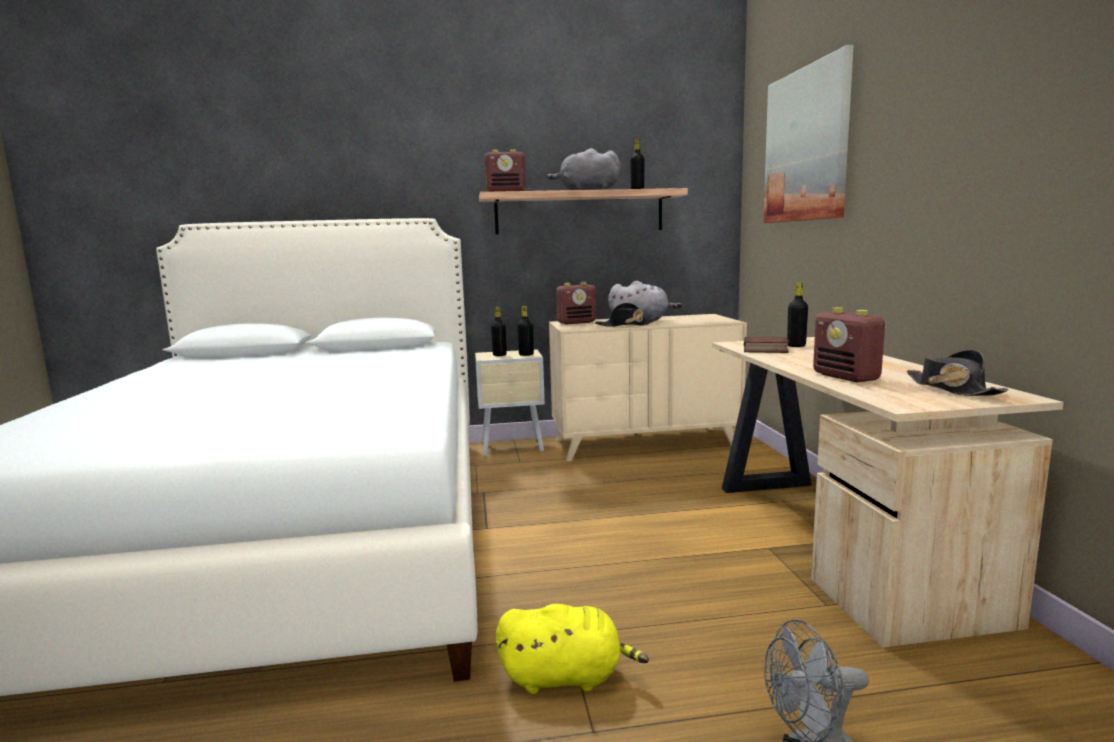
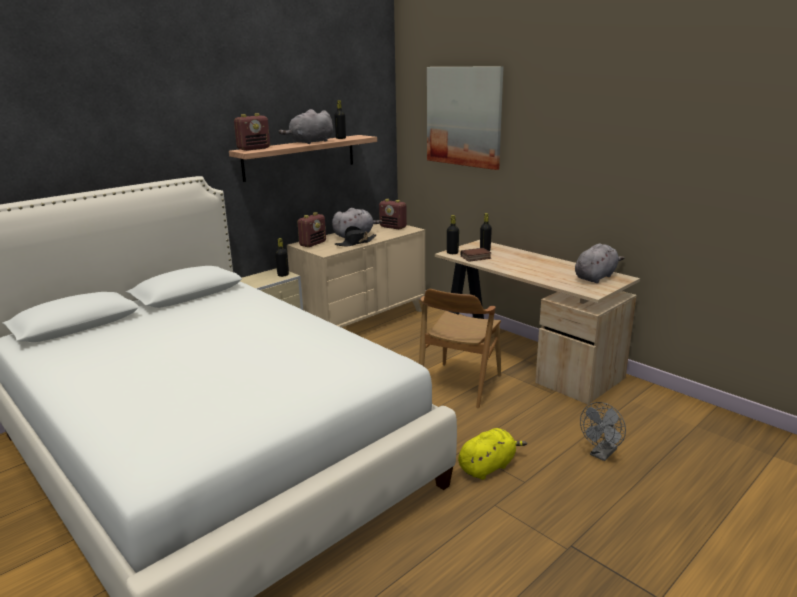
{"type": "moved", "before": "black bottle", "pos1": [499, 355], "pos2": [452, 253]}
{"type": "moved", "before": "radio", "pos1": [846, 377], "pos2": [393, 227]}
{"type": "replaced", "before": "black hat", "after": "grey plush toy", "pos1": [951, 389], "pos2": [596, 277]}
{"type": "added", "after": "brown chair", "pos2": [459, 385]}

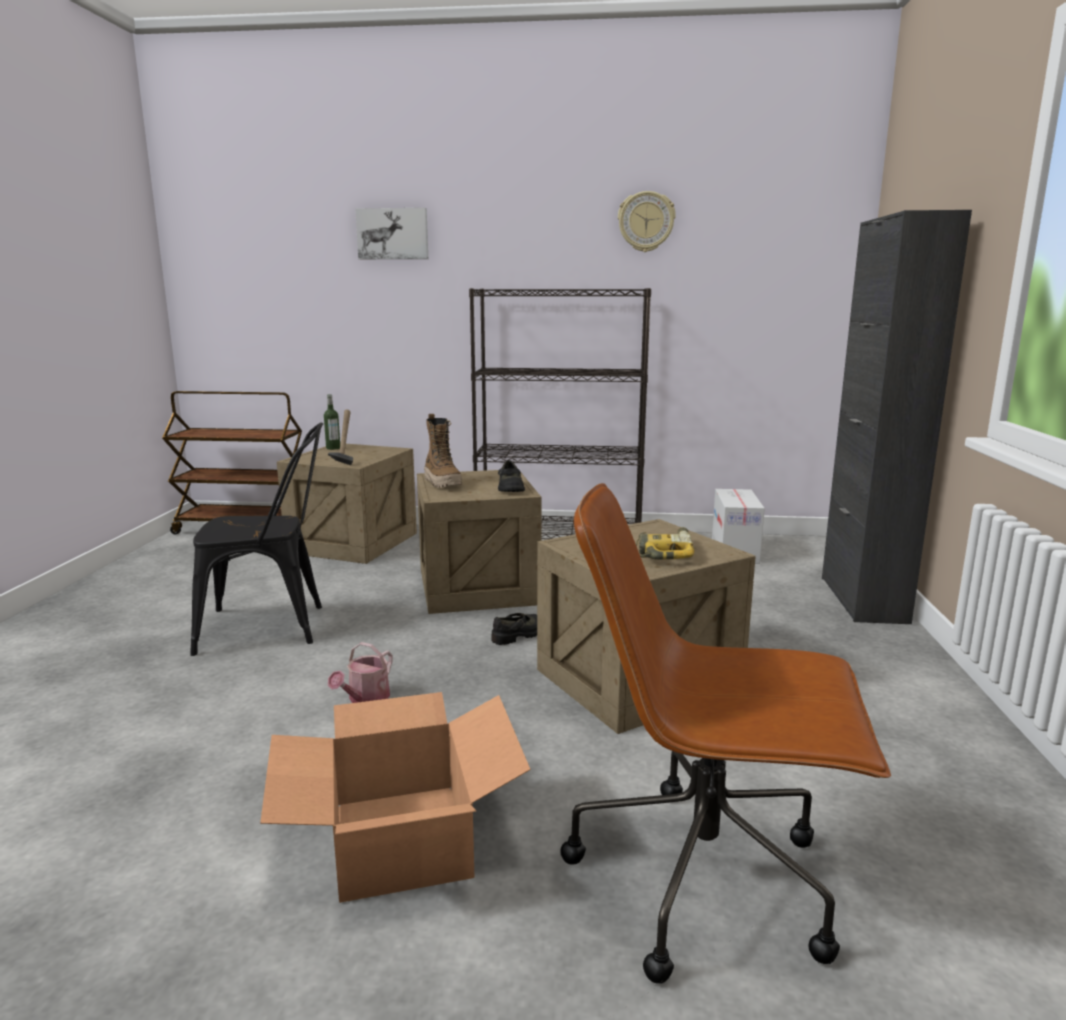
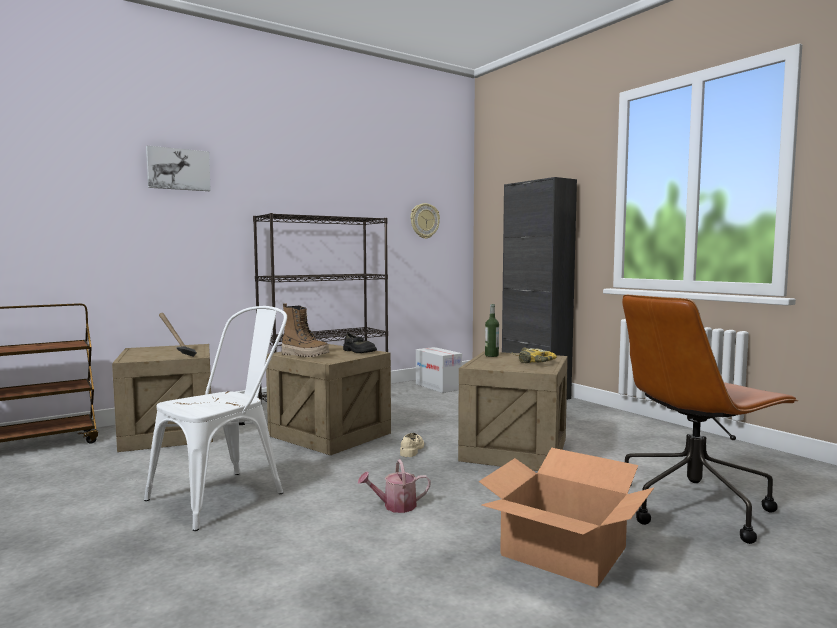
{"type": "moved", "before": "wall clock", "pos1": [646, 222], "pos2": [424, 221]}
{"type": "moved", "before": "bottle", "pos1": [333, 448], "pos2": [491, 355]}
{"type": "recoloured", "before": "black chair", "after": "white chair", "pos1": [273, 627], "pos2": [226, 494]}
{"type": "recoloured", "before": "black shoe", "after": "beige shoe", "pos1": [519, 635], "pos2": [412, 449]}
{"type": "turned", "before": "watering can", "pos1": [365, 700], "pos2": [395, 506], "turn": 90}

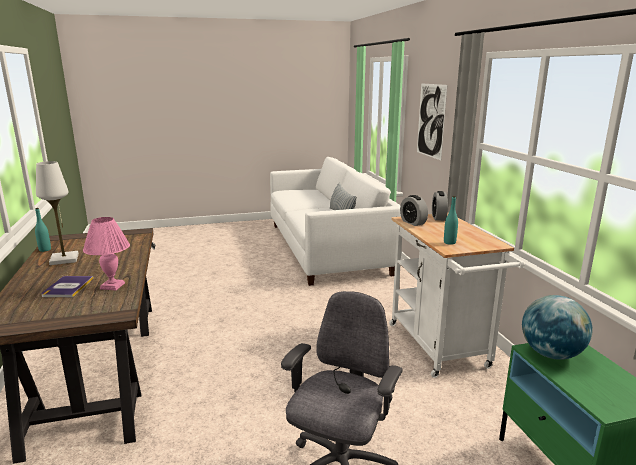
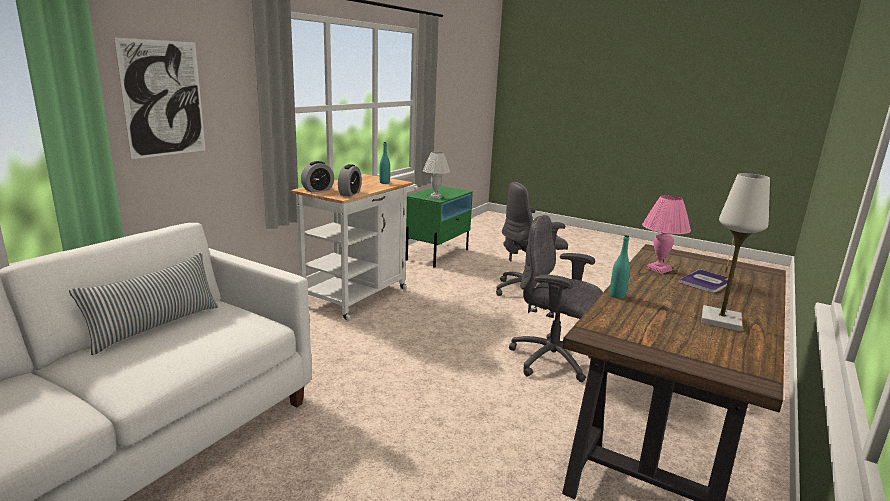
{"type": "moved", "before": "turquoise bottle", "pos1": [45, 250], "pos2": [617, 295]}
{"type": "replaced", "before": "globe", "after": "white table lamp", "pos1": [551, 354], "pos2": [435, 197]}
{"type": "added", "after": "grey office chair", "pos2": [553, 360]}

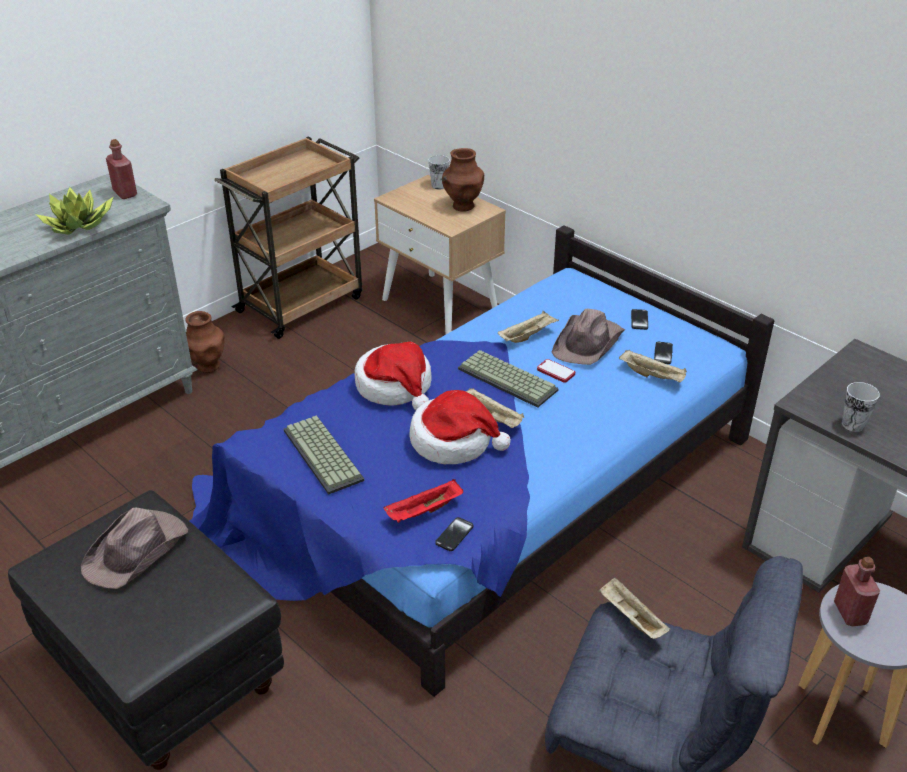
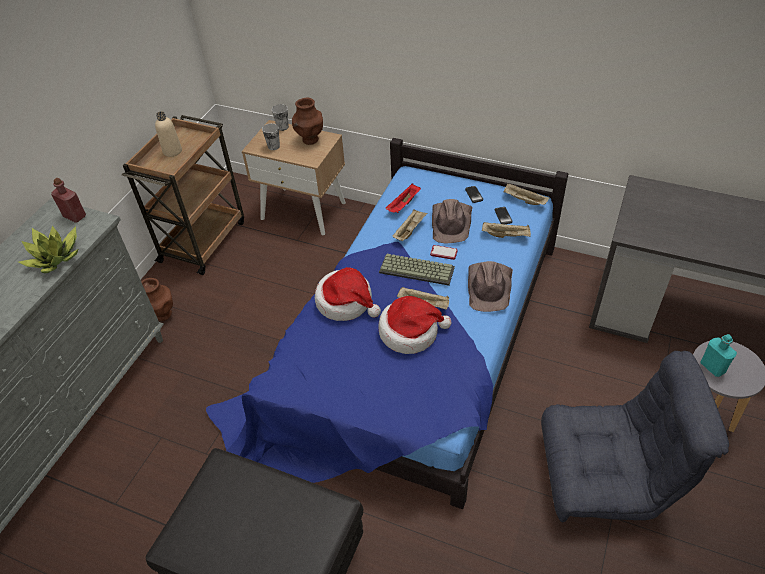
{"type": "moved", "before": "cup", "pos1": [853, 424], "pos2": [273, 146]}
{"type": "removed", "before": "keyboard", "pos1": [325, 455]}
{"type": "moved", "before": "red tray", "pos1": [424, 512], "pos2": [403, 205]}
{"type": "moved", "before": "brown hat", "pos1": [137, 551], "pos2": [489, 287]}
{"type": "removed", "before": "phone", "pos1": [454, 535]}
{"type": "recoloured", "before": "red bottle", "after": "turquoise bottle", "pos1": [850, 613], "pos2": [712, 367]}
{"type": "moved", "before": "beige tray", "pos1": [630, 618], "pos2": [524, 200]}
{"type": "added", "after": "beige bottle", "pos2": [172, 151]}

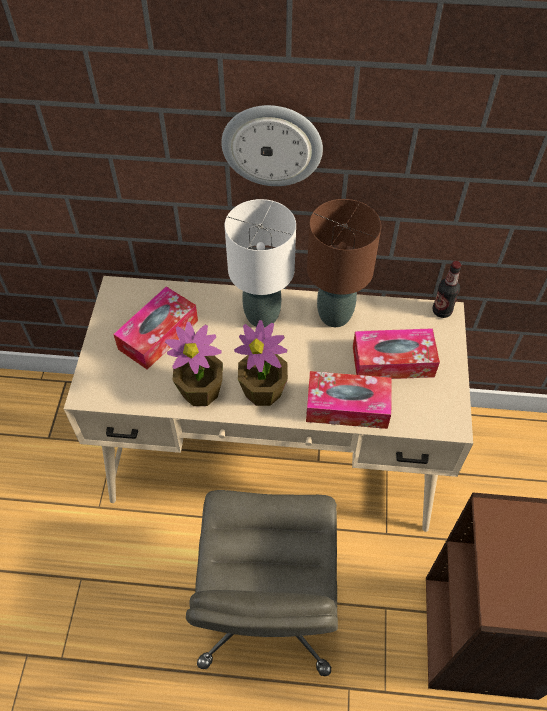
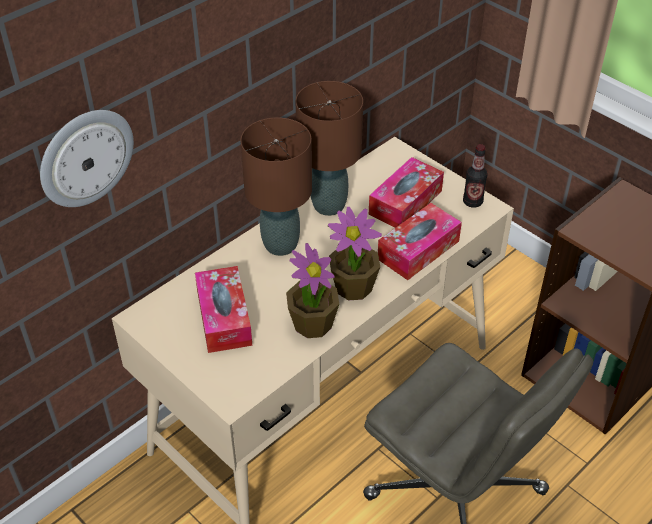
{"type": "moved", "before": "wall clock", "pos1": [272, 145], "pos2": [85, 157]}
{"type": "recoloured", "before": "white table lamp", "after": "brown table lamp", "pos1": [261, 316], "pos2": [280, 245]}
{"type": "moved", "before": "bottle", "pos1": [442, 311], "pos2": [472, 202]}

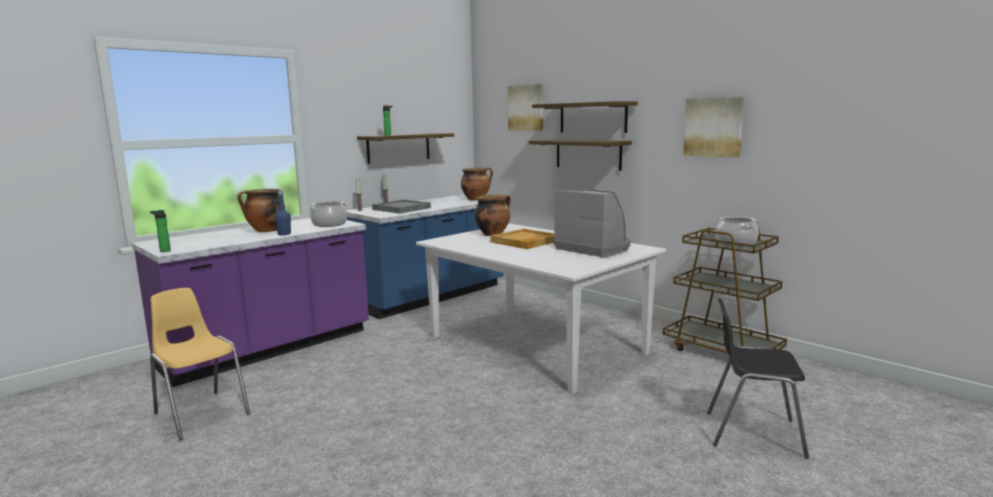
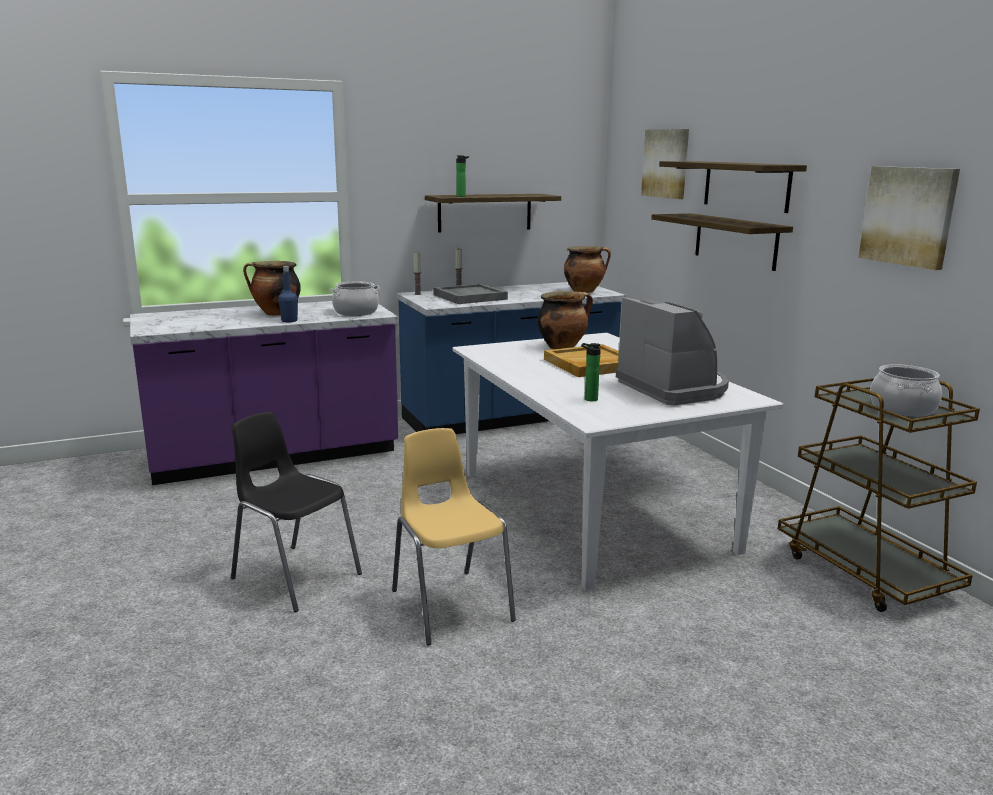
{"type": "moved", "before": "bottle", "pos1": [163, 251], "pos2": [588, 399]}
{"type": "moved", "before": "yellow chair", "pos1": [201, 413], "pos2": [450, 605]}
{"type": "moved", "before": "black chair", "pos1": [752, 433], "pos2": [295, 576]}

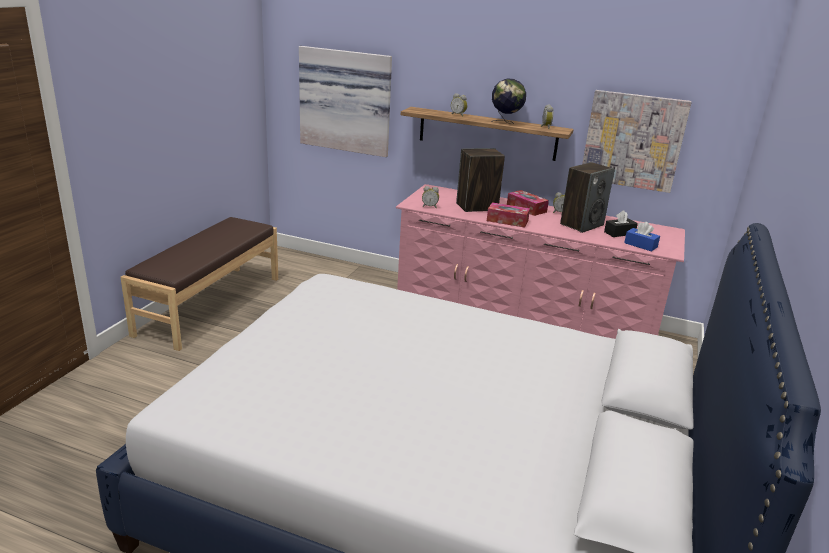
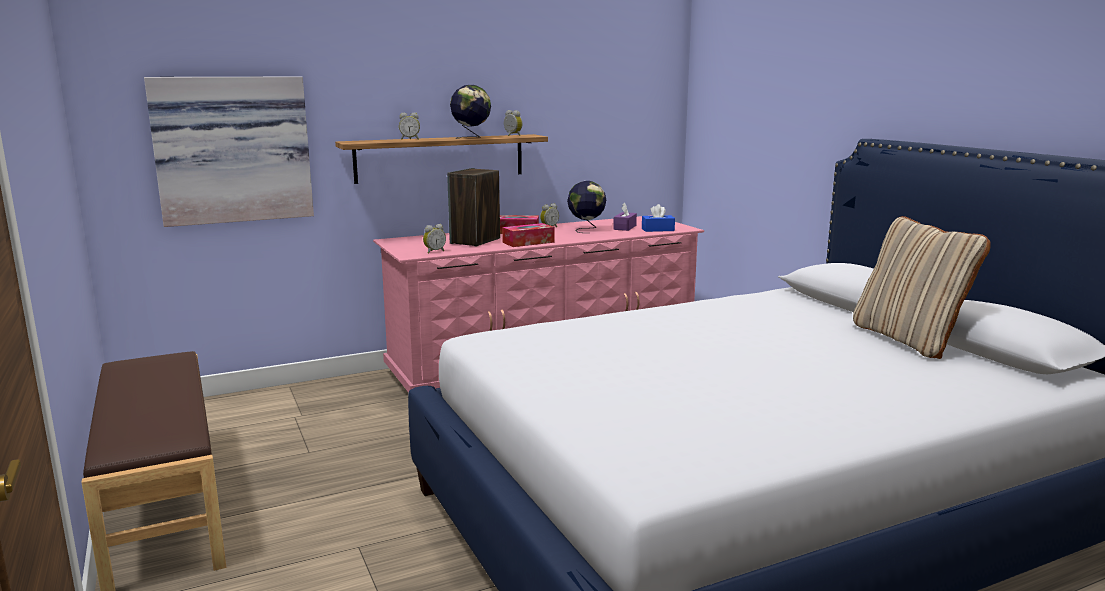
{"type": "removed", "before": "picture", "pos1": [633, 141]}
{"type": "replaced", "before": "speaker", "after": "globe", "pos1": [581, 224], "pos2": [586, 230]}
{"type": "recoloured", "before": "black tissue box", "after": "purple tissue box", "pos1": [619, 233], "pos2": [625, 227]}
{"type": "added", "after": "beige pillow", "pos2": [909, 339]}

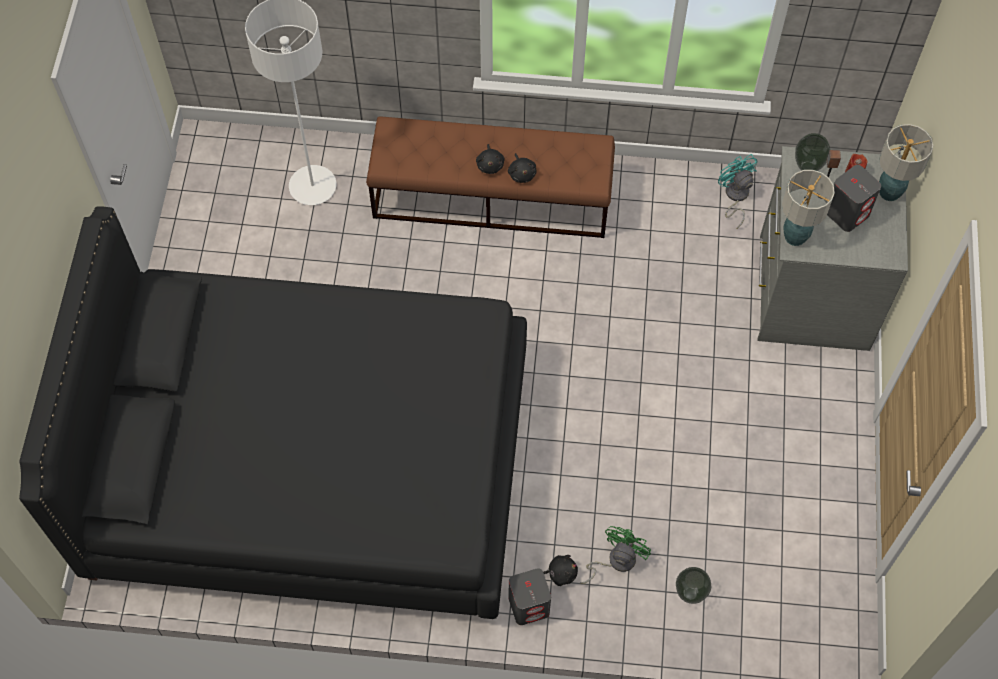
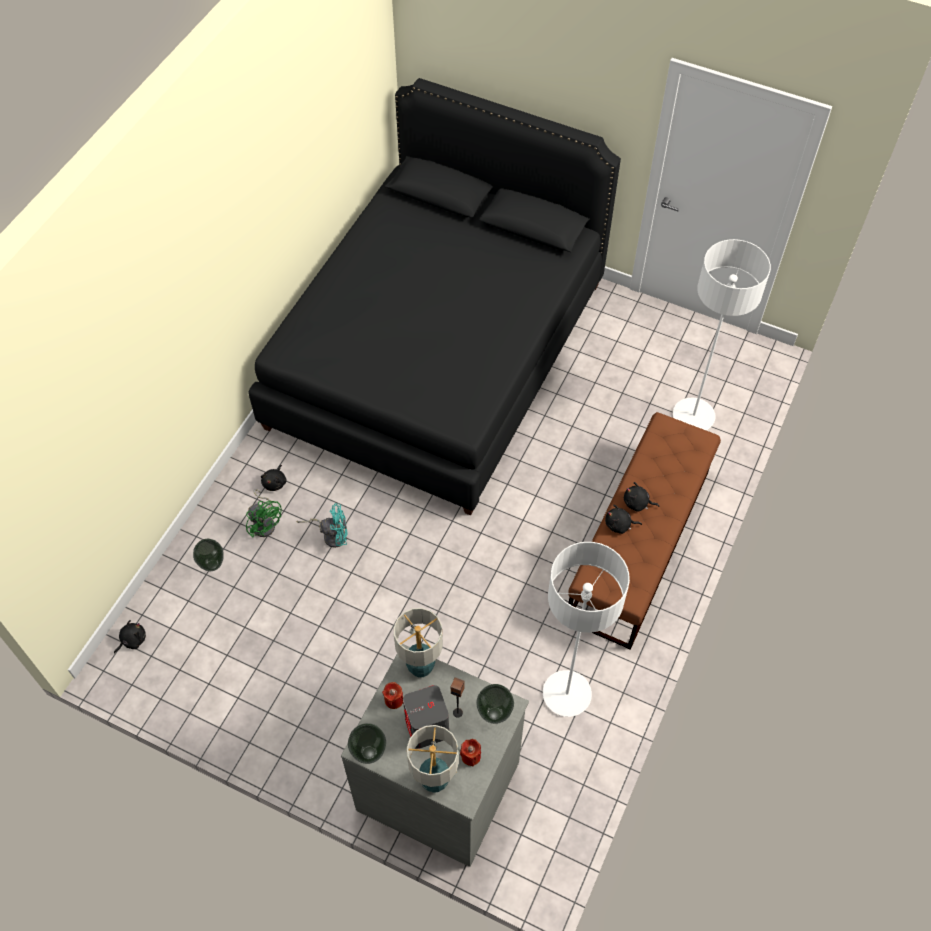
{"type": "moved", "before": "turquoise fan", "pos1": [735, 196], "pos2": [331, 535]}
{"type": "removed", "before": "grey speaker", "pos1": [529, 605]}
{"type": "added", "after": "white floor lamp", "pos2": [566, 694]}
{"type": "added", "after": "black plush toy", "pos2": [132, 640]}
{"type": "added", "after": "red candle", "pos2": [394, 700]}
{"type": "added", "after": "vase", "pos2": [368, 752]}

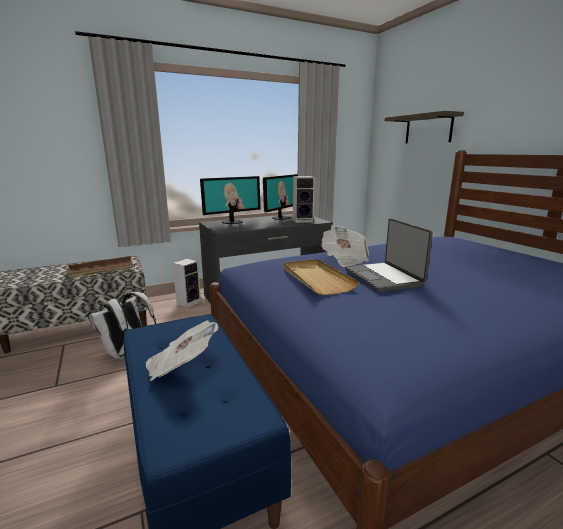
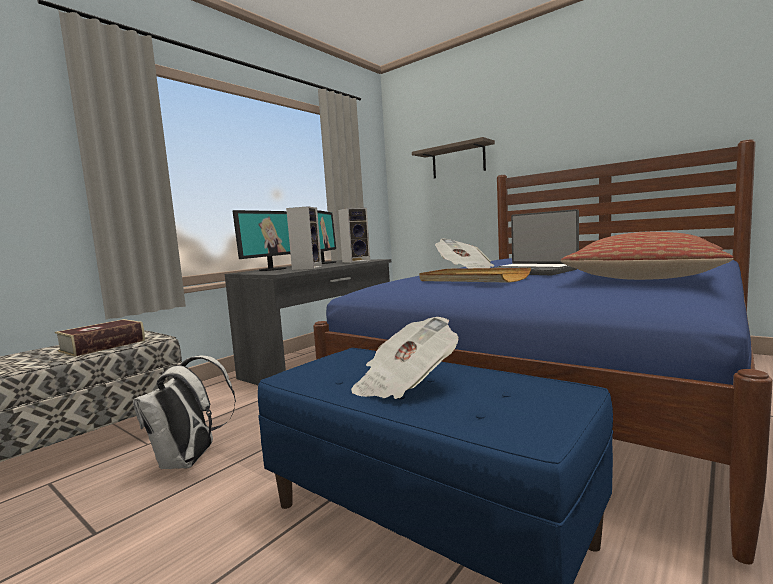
{"type": "replaced", "before": "brown tray", "after": "book", "pos1": [102, 269], "pos2": [103, 346]}
{"type": "moved", "before": "speaker", "pos1": [189, 302], "pos2": [307, 268]}
{"type": "added", "after": "pillow", "pos2": [644, 278]}

